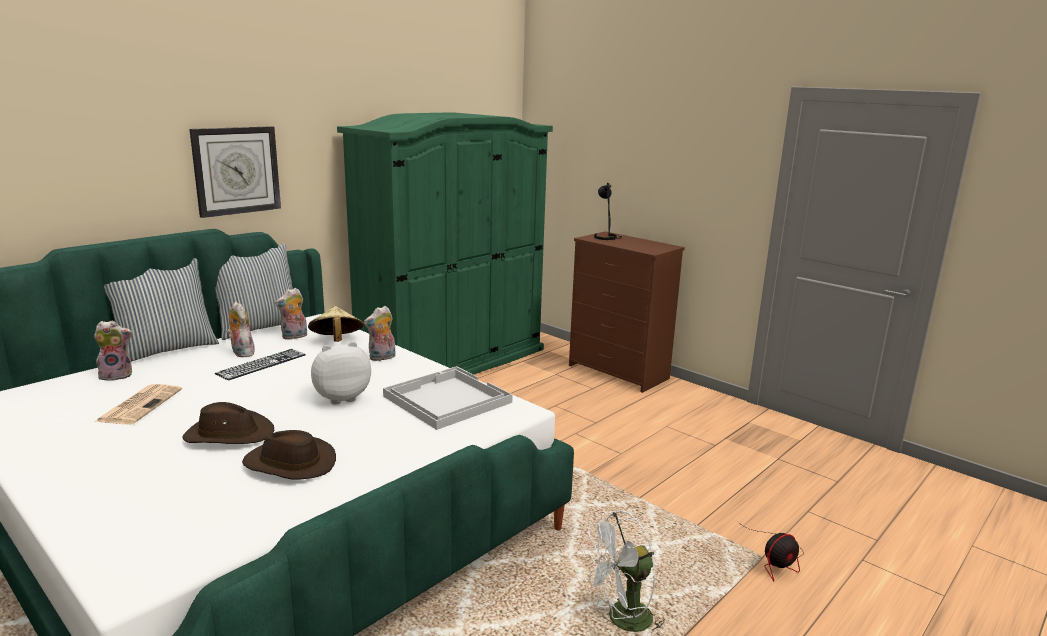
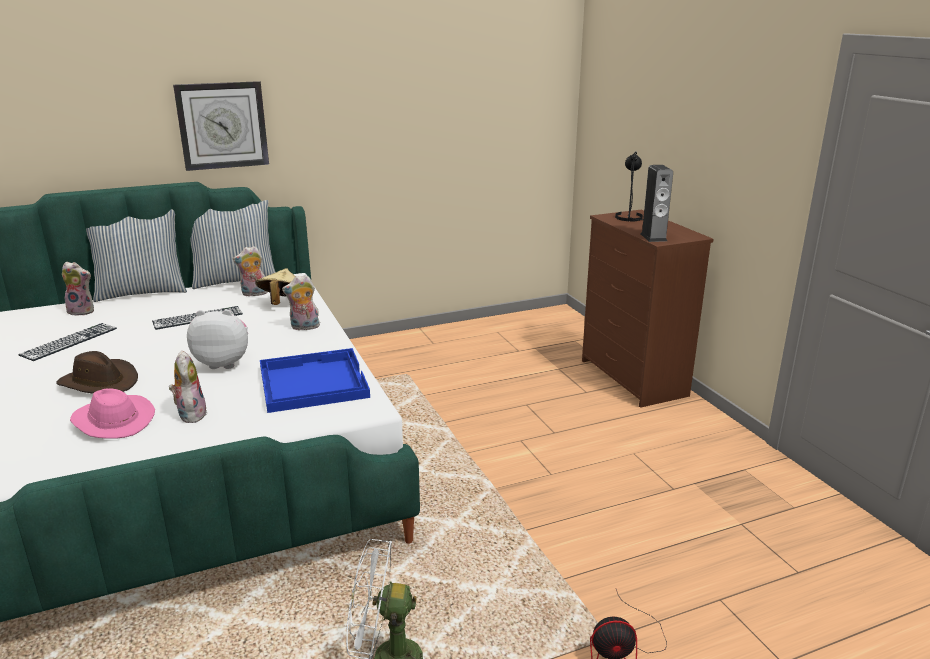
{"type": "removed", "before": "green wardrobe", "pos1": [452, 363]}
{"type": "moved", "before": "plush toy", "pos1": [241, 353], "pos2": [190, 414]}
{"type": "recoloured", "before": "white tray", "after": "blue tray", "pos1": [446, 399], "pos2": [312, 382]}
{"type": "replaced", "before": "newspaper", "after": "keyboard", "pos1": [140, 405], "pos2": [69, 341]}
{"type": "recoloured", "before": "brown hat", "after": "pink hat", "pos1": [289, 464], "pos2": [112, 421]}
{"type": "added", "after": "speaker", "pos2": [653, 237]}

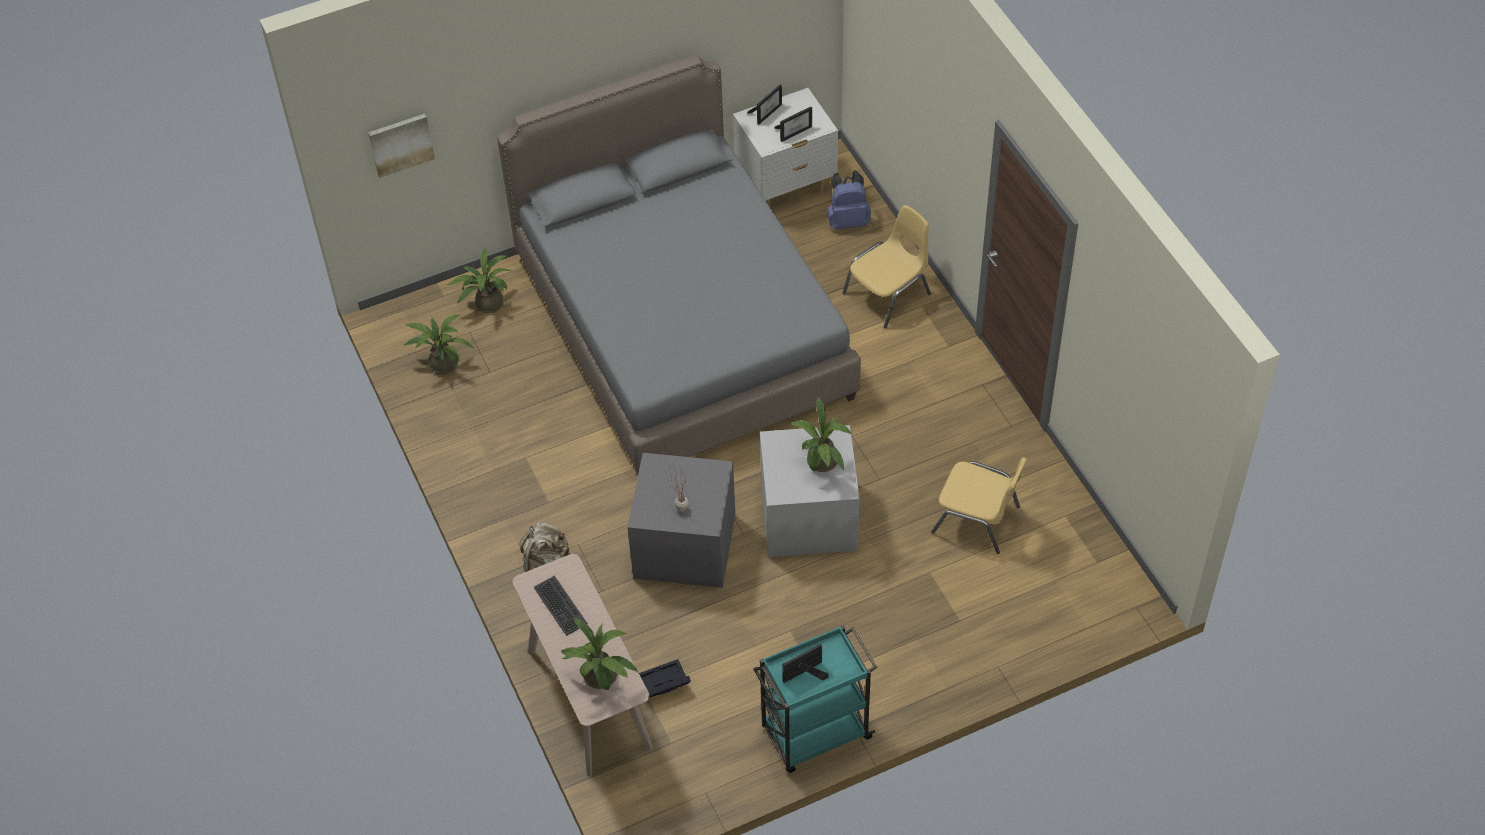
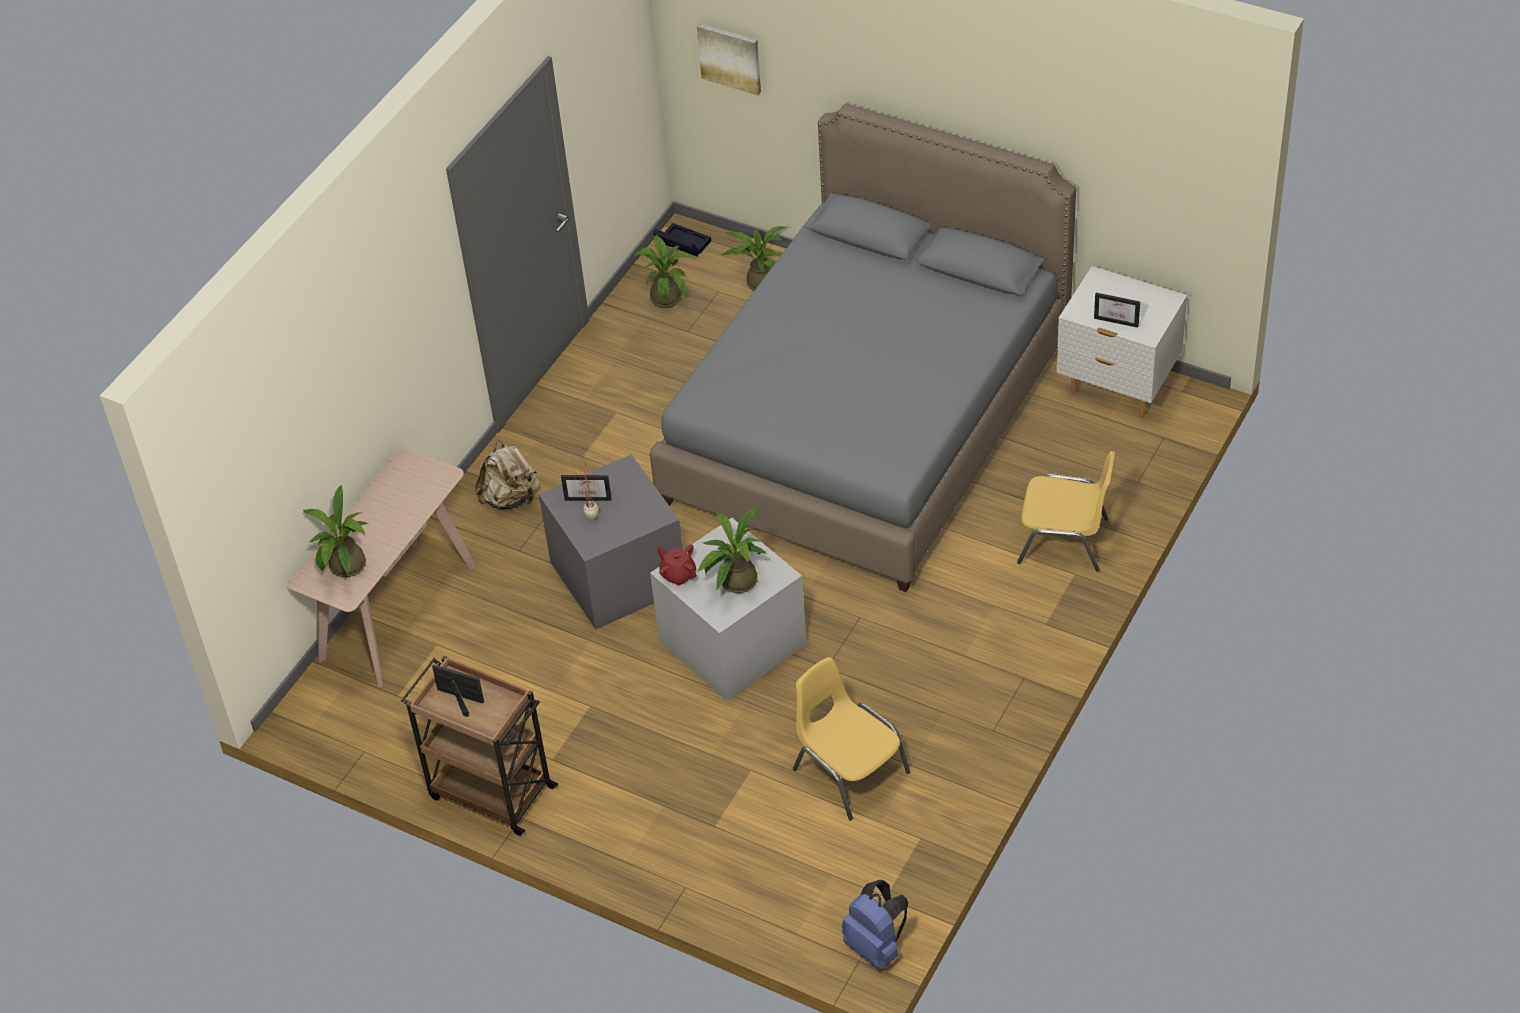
{"type": "moved", "before": "picture frame", "pos1": [767, 112], "pos2": [589, 496]}
{"type": "moved", "before": "blue backpack", "pos1": [848, 220], "pos2": [876, 946]}
{"type": "turned", "before": "yellow chair", "pos1": [977, 519], "pos2": [849, 770], "turn": 150}
{"type": "removed", "before": "keyboard", "pos1": [559, 606]}
{"type": "recoloured", "before": "turquoise cart", "after": "brown cart", "pos1": [814, 734], "pos2": [490, 791]}
{"type": "moved", "before": "black storage box", "pos1": [661, 685], "pos2": [681, 244]}
{"type": "added", "after": "red teapot", "pos2": [678, 574]}

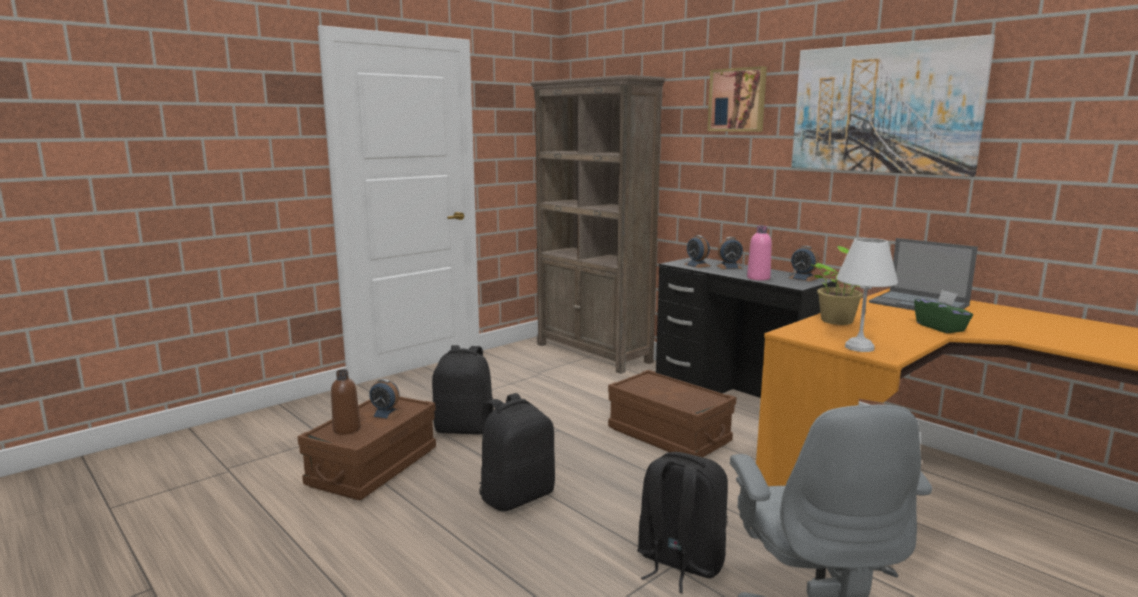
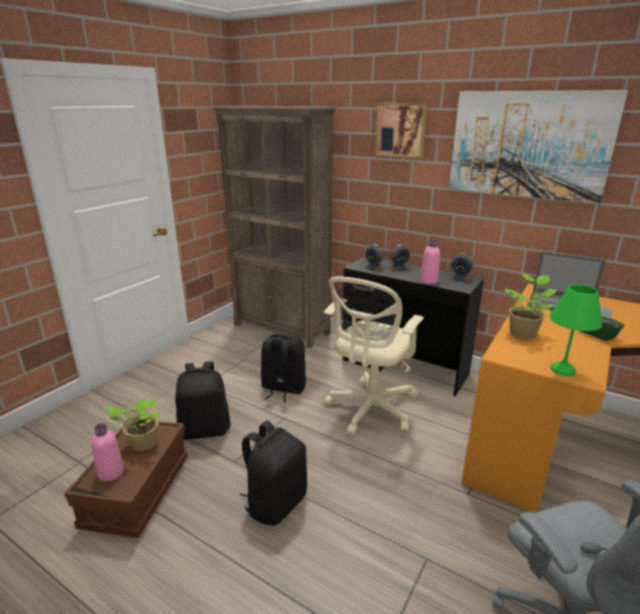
{"type": "recoloured", "before": "white table lamp", "after": "green table lamp", "pos1": [858, 347], "pos2": [561, 370]}
{"type": "recoloured", "before": "brown bottle", "after": "pink bottle", "pos1": [346, 429], "pos2": [111, 472]}
{"type": "replaced", "before": "brown storage box", "after": "beige office chair", "pos1": [668, 435], "pos2": [370, 410]}
{"type": "replaced", "before": "alarm clock", "after": "potted plant", "pos1": [385, 414], "pos2": [142, 445]}
{"type": "moved", "before": "black backpack", "pos1": [679, 563], "pos2": [283, 388]}

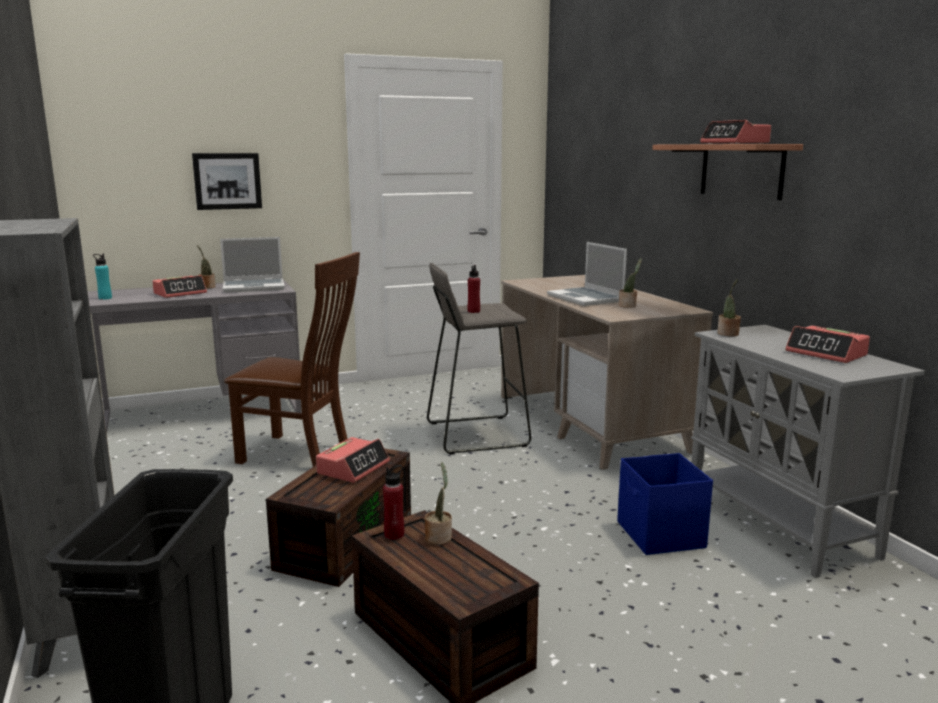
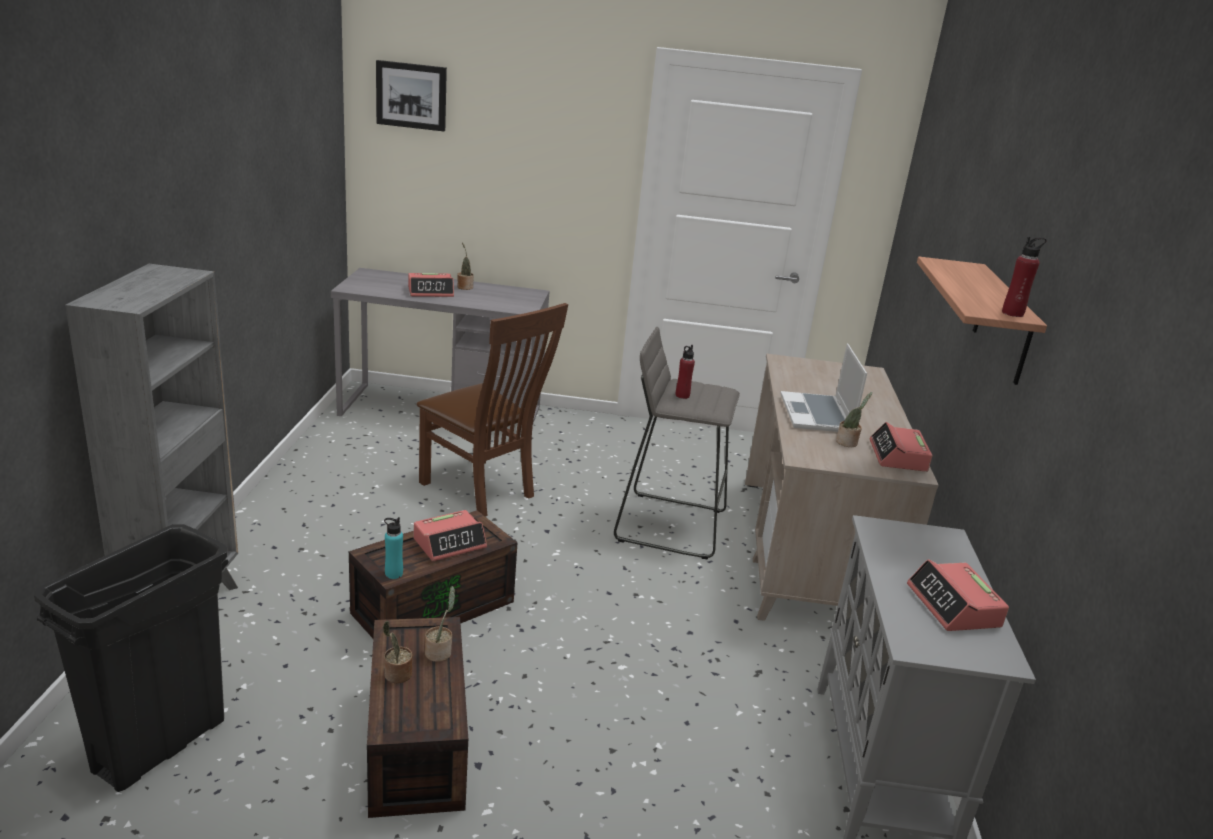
{"type": "moved", "before": "alarm clock", "pos1": [734, 143], "pos2": [898, 456]}
{"type": "moved", "before": "picture", "pos1": [227, 181], "pos2": [411, 95]}
{"type": "removed", "before": "laptop", "pos1": [254, 287]}
{"type": "moved", "before": "turquoise bottle", "pos1": [105, 298], "pos2": [393, 573]}
{"type": "moved", "before": "potted plant", "pos1": [728, 334], "pos2": [396, 675]}
{"type": "removed", "before": "blue storage box", "pos1": [660, 535]}
{"type": "moved", "before": "red bottle", "pos1": [394, 534], "pos2": [1012, 313]}

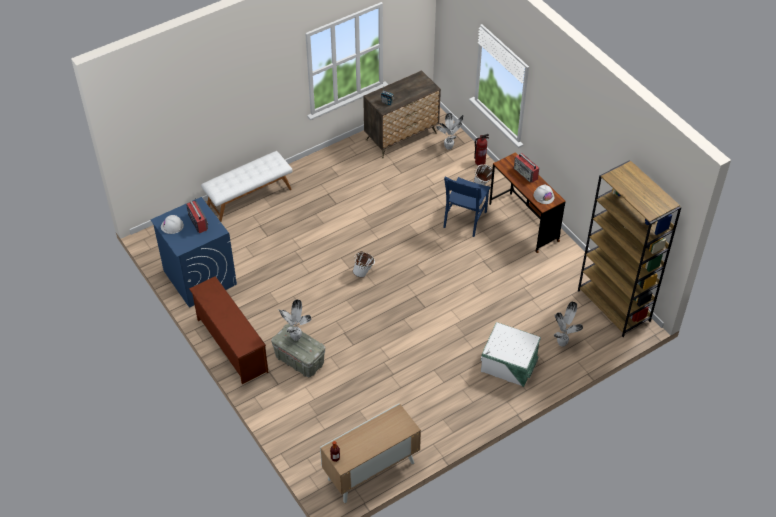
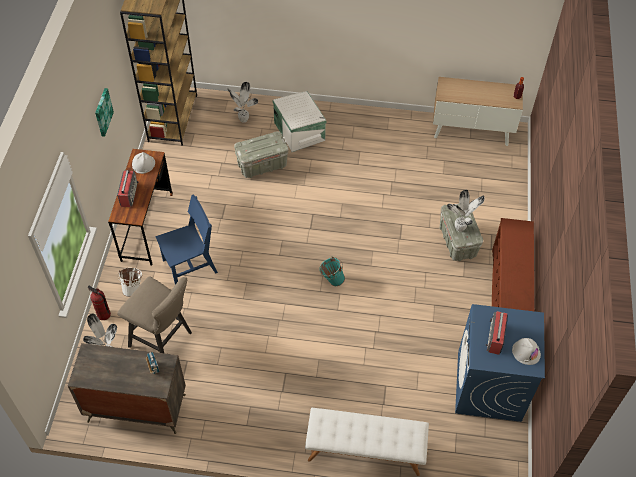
{"type": "recoloured", "before": "white bucket", "after": "turquoise bucket", "pos1": [364, 272], "pos2": [331, 280]}
{"type": "added", "after": "picture", "pos2": [102, 112]}
{"type": "added", "after": "grey storage box", "pos2": [262, 165]}
{"type": "added", "after": "beige stool", "pos2": [164, 340]}

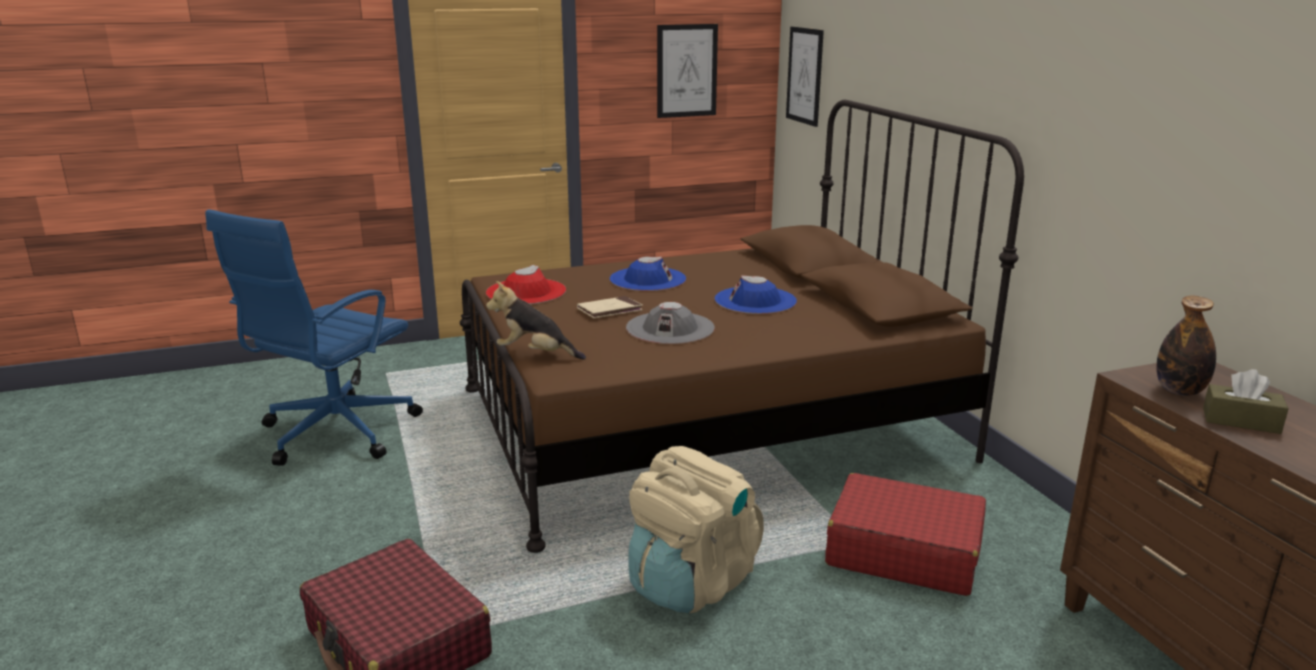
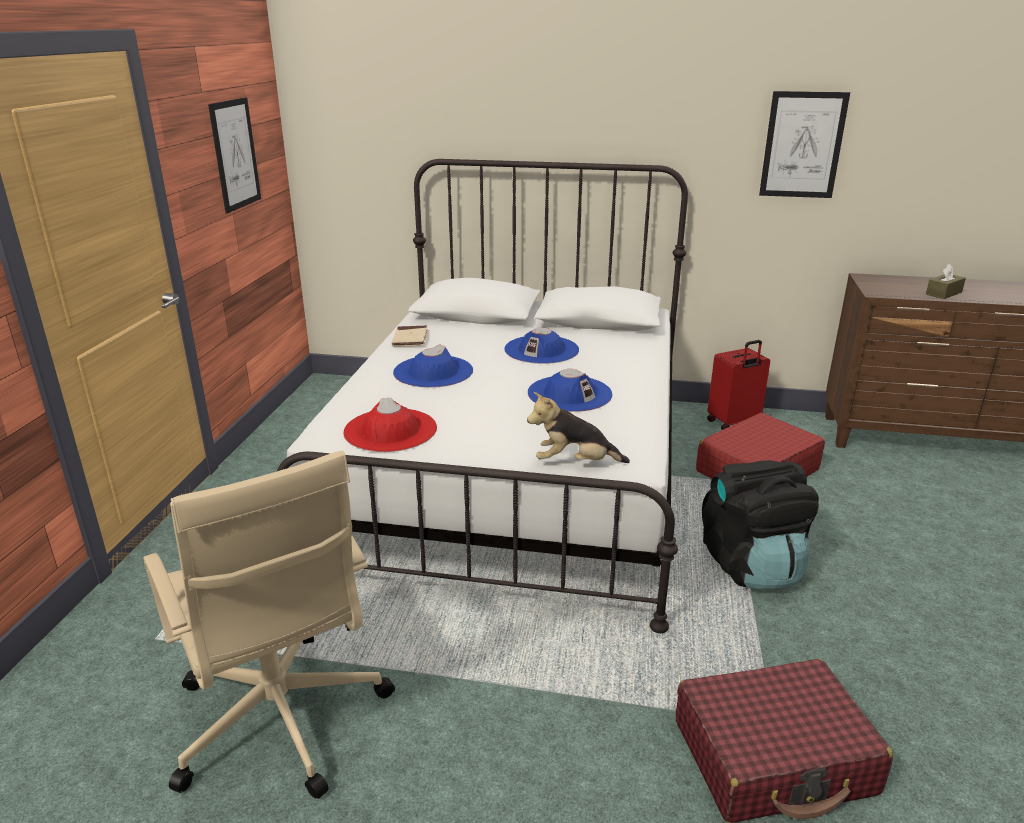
{"type": "moved", "before": "picture", "pos1": [804, 76], "pos2": [802, 145]}
{"type": "recoloured", "before": "brown bed", "after": "white bed", "pos1": [707, 423], "pos2": [514, 477]}
{"type": "recoloured", "before": "blue office chair", "after": "beige office chair", "pos1": [334, 433], "pos2": [281, 722]}
{"type": "turned", "before": "plush toy", "pos1": [535, 354], "pos2": [574, 463], "turn": 45}
{"type": "moved", "before": "beige book", "pos1": [610, 310], "pos2": [410, 339]}
{"type": "removed", "before": "bottle", "pos1": [1179, 391]}
{"type": "recoloured", "before": "grey hat", "after": "blue hat", "pos1": [670, 328], "pos2": [569, 394]}
{"type": "recoloured", "before": "beige backpack", "after": "black backpack", "pos1": [691, 582], "pos2": [751, 565]}
{"type": "added", "after": "red suitcase", "pos2": [733, 423]}

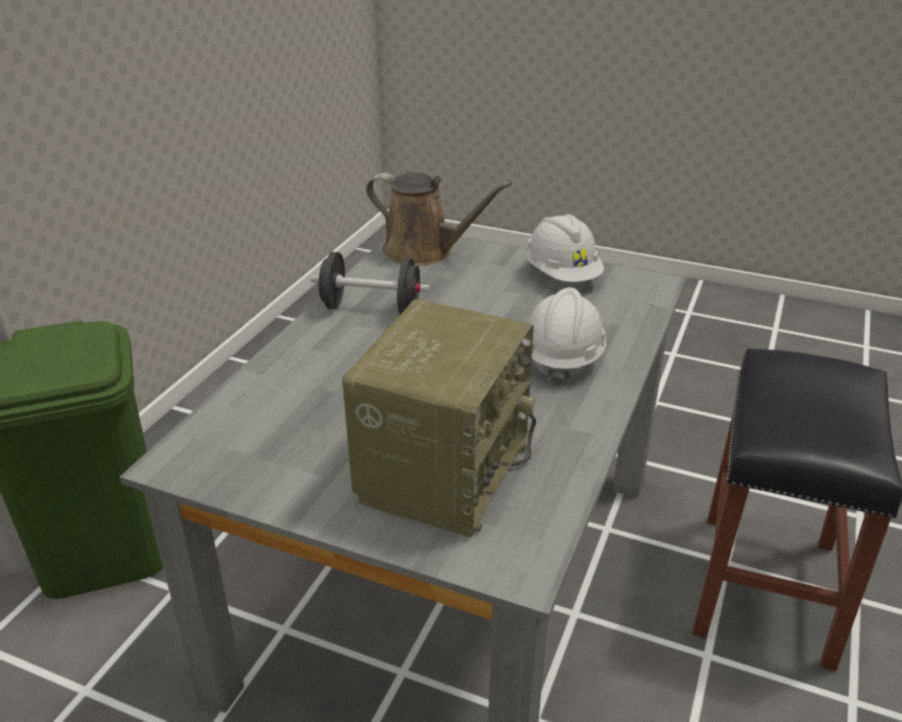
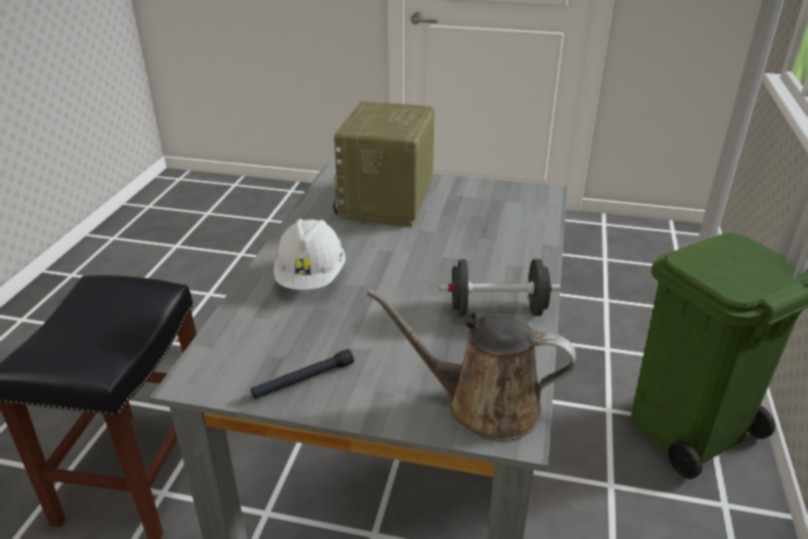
{"type": "replaced", "before": "white hard hat", "after": "black flashlight", "pos1": [562, 275], "pos2": [303, 380]}

